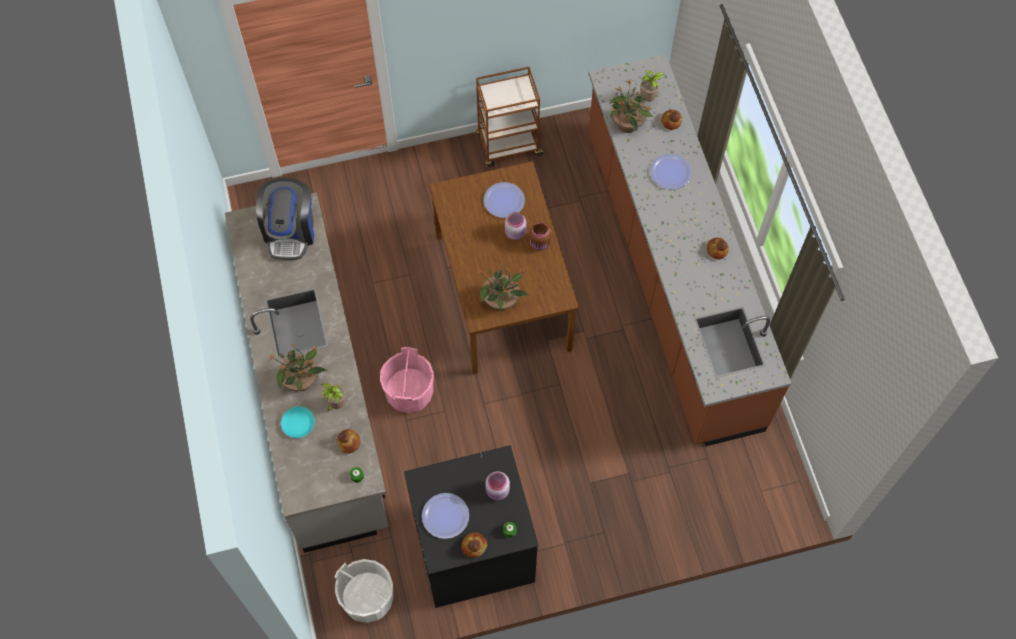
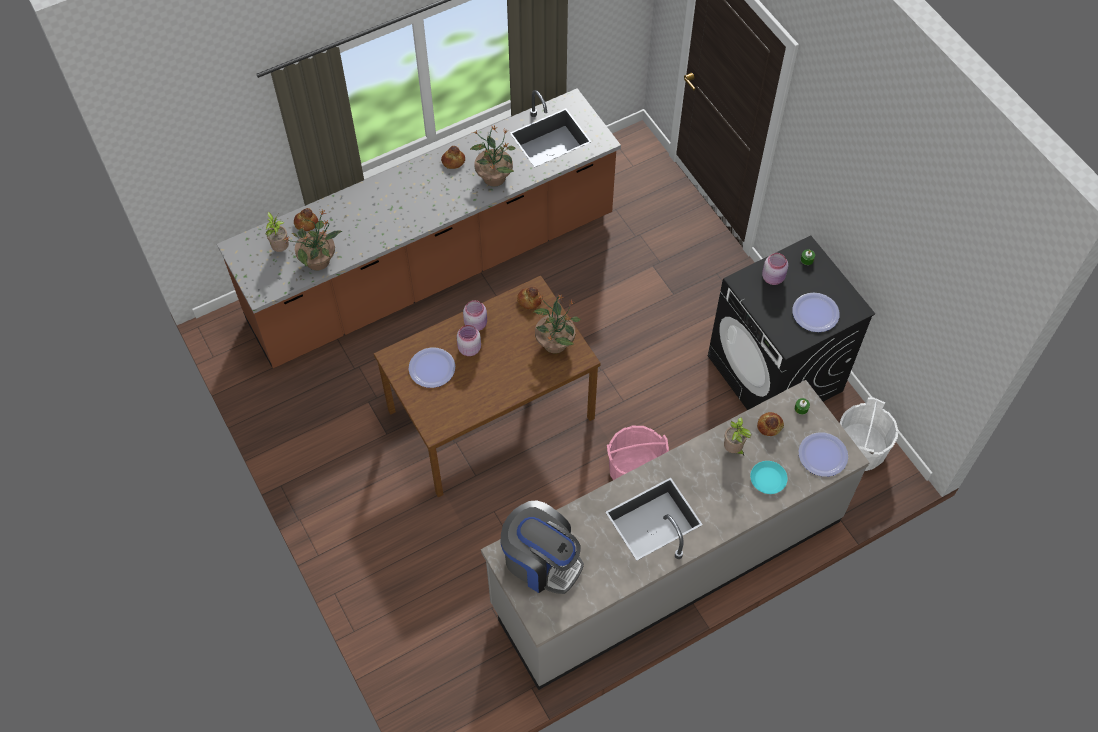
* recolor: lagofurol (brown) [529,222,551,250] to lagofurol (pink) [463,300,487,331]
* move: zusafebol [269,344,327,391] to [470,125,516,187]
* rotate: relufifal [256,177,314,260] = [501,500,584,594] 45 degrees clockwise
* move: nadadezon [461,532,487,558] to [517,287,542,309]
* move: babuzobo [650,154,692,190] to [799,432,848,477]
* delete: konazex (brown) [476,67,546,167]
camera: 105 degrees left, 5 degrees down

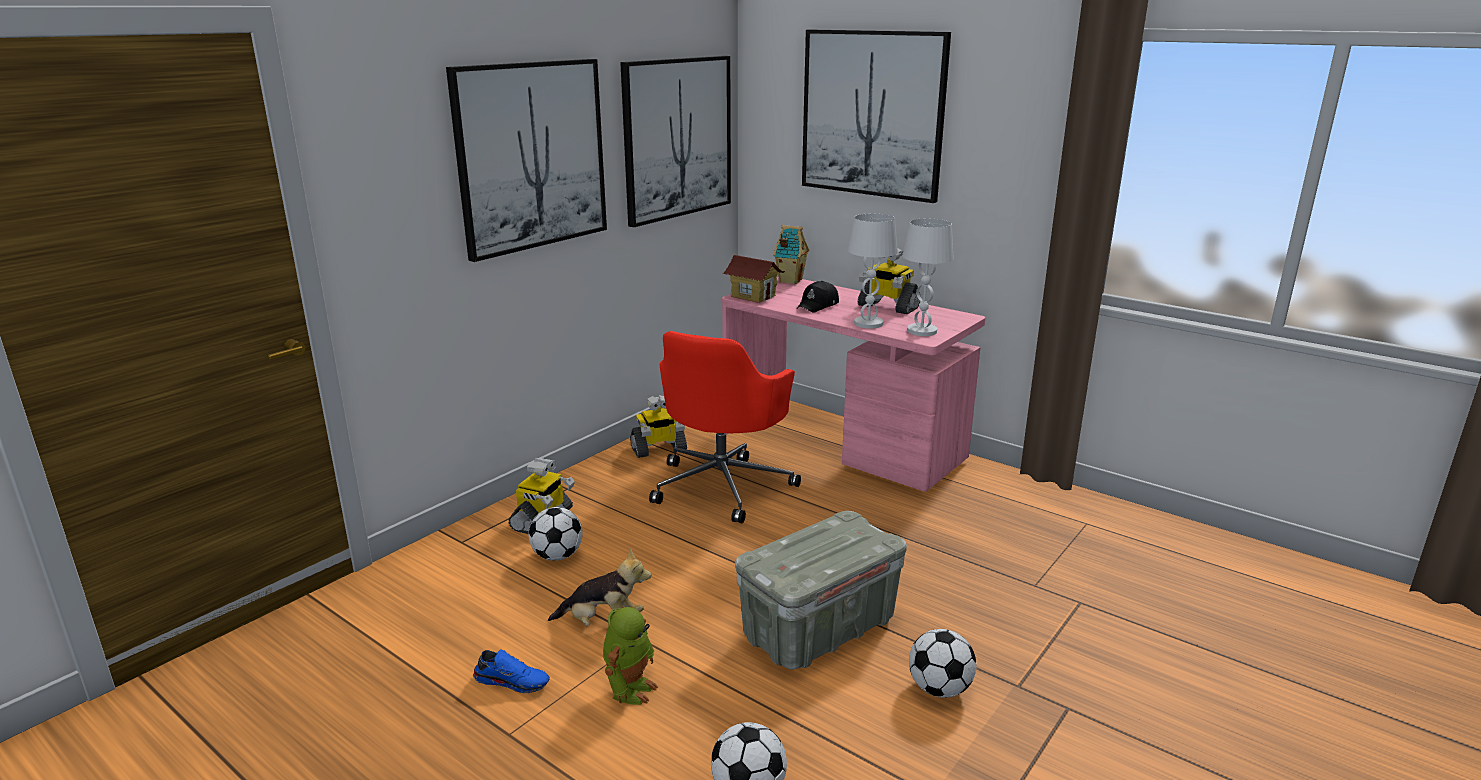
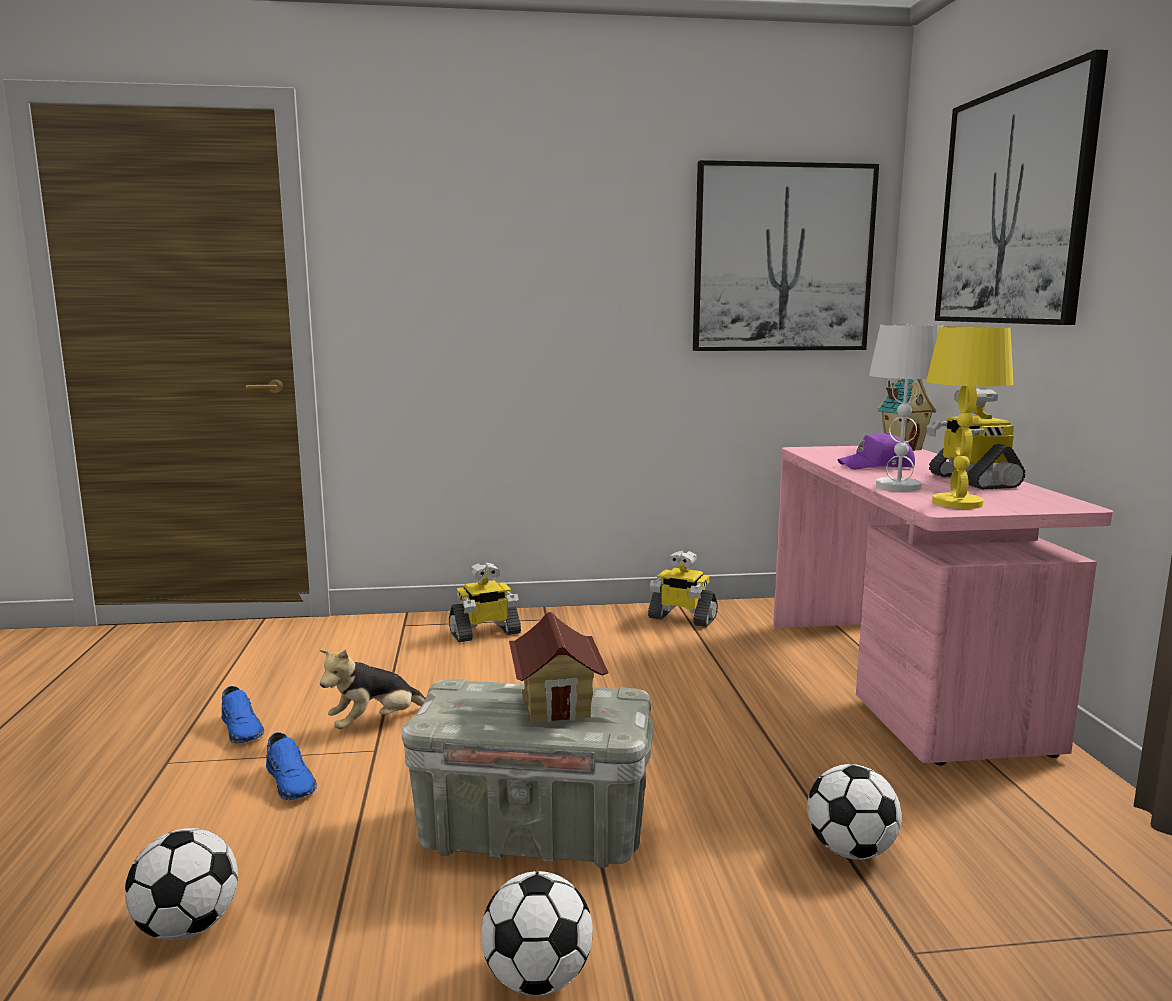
* replace: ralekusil [603,607,658,705] to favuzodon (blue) [266,732,317,800]
* rotate: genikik [548,548,651,626] = [320,650,426,729] 90 degrees clockwise
* move: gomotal [723,255,785,303] to [509,612,609,722]
* move: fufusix [529,507,583,561] to [808,764,901,860]
* recolor: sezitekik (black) [797,281,839,312] to sezitekik (purple) [838,433,915,470]
* recolor: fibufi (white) [902,219,954,336] to fibufi (yellow) [926,326,1013,509]
* delete: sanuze [446,59,607,262]
* delete: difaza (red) [649,331,801,524]
camera: 45 degrees right, 10 degrees down

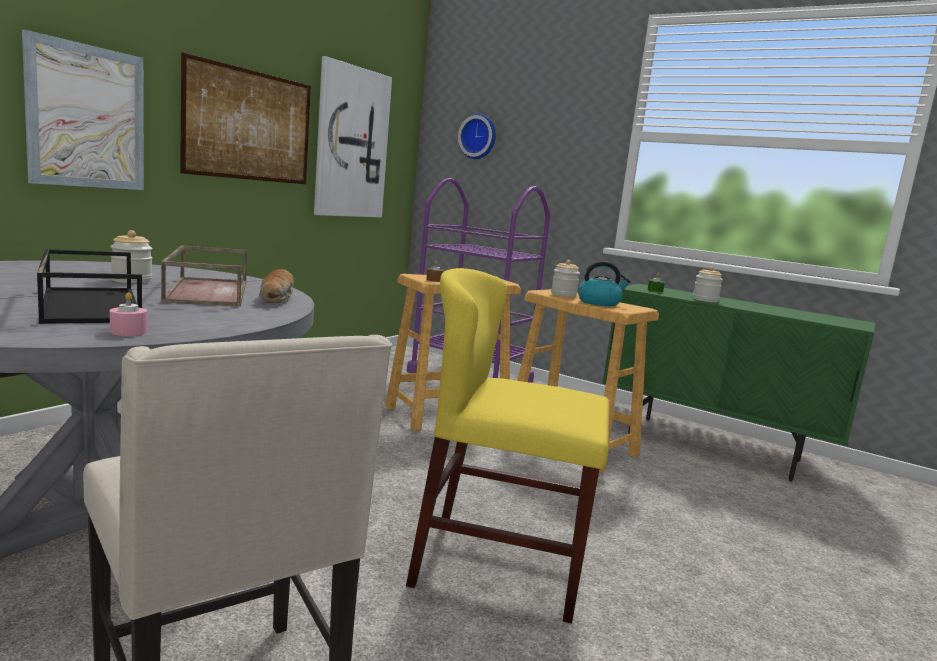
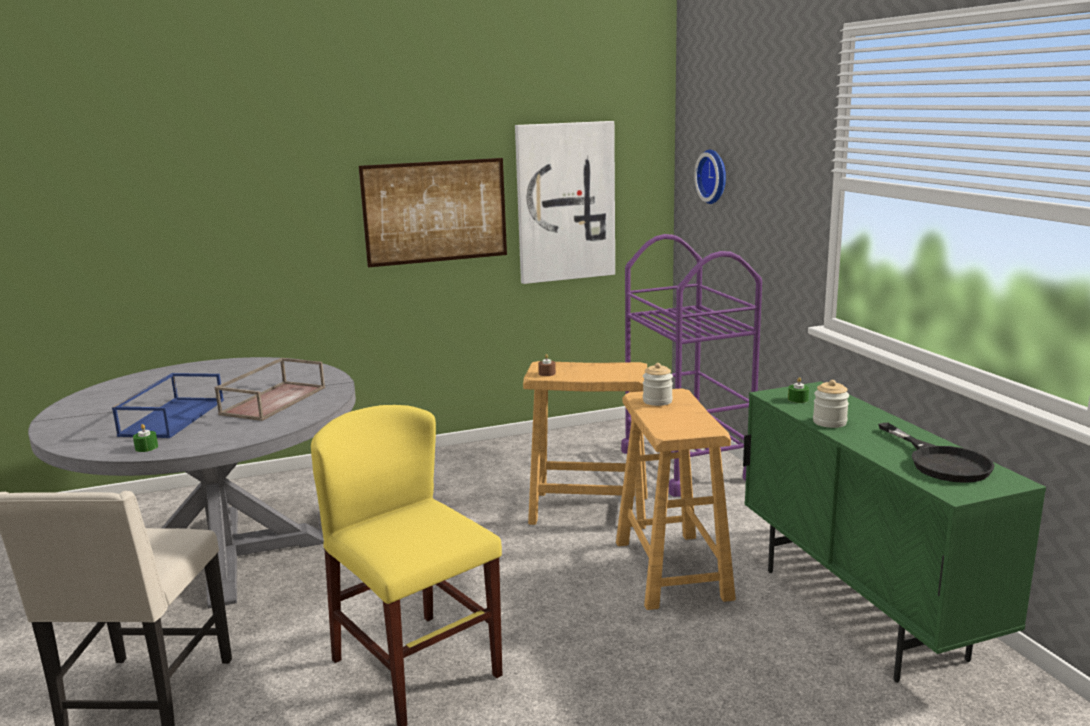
* recolor: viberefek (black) [37,249,142,324] to viberefek (blue) [112,373,224,438]
* recolor: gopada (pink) [110,292,147,336] to gopada (green) [133,424,158,452]
* insert: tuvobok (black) [878,423,995,483]
* delete: sanuze [22,30,144,190]
* delete: lagofurol [110,230,152,283]
* delete: nadadezon [259,269,294,303]
* delete: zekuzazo [578,261,631,306]
camera: 40 degrees right, 5 degrees up

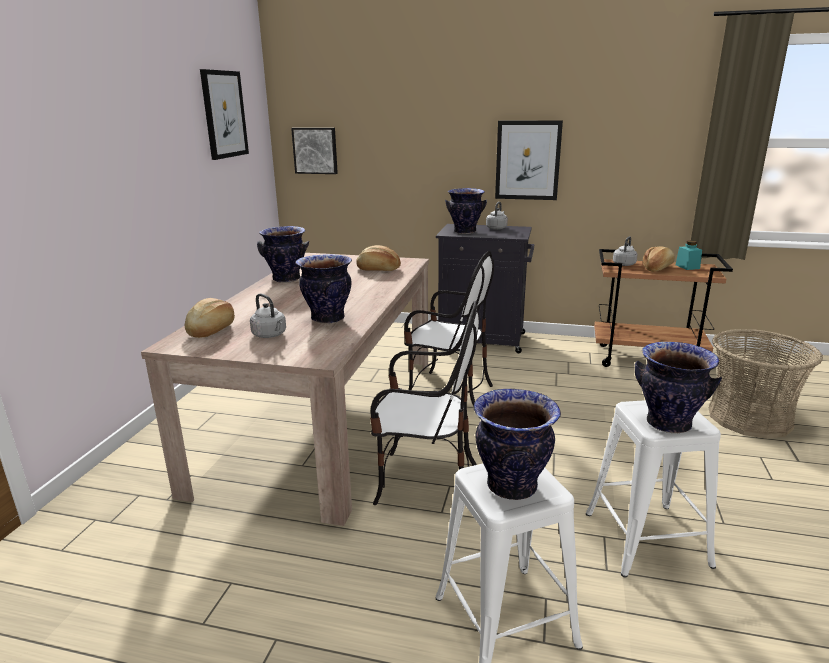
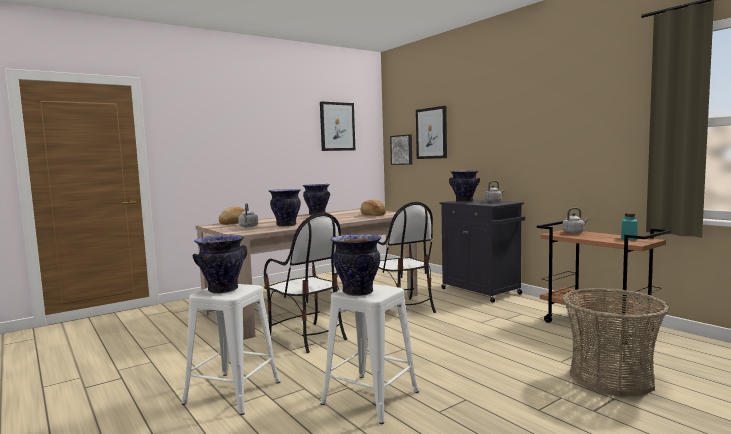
* move: sanuze [495,120,563,200] to [416,106,447,159]
* delete: nadadezon [643,246,675,272]
camera: 40 degrees right, 15 degrees down

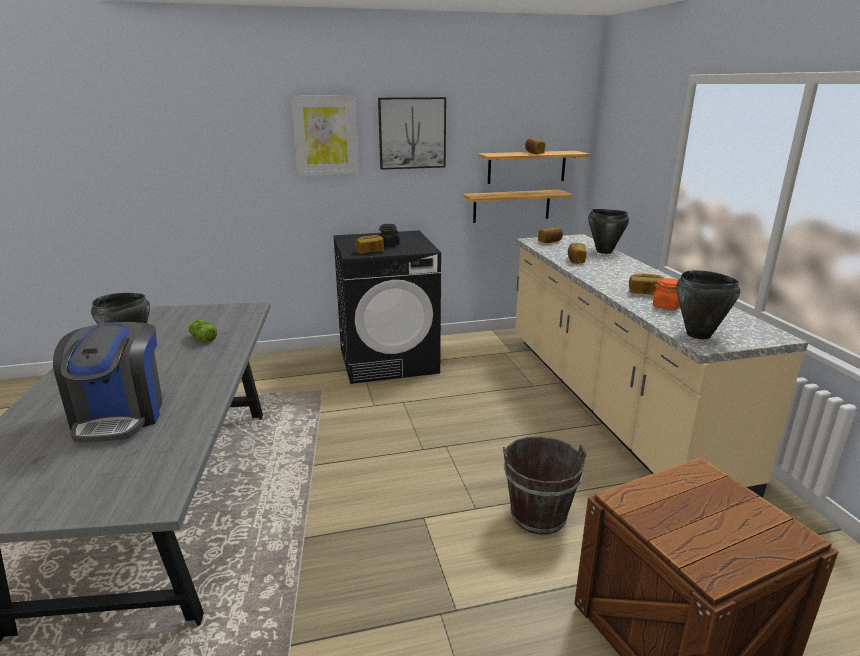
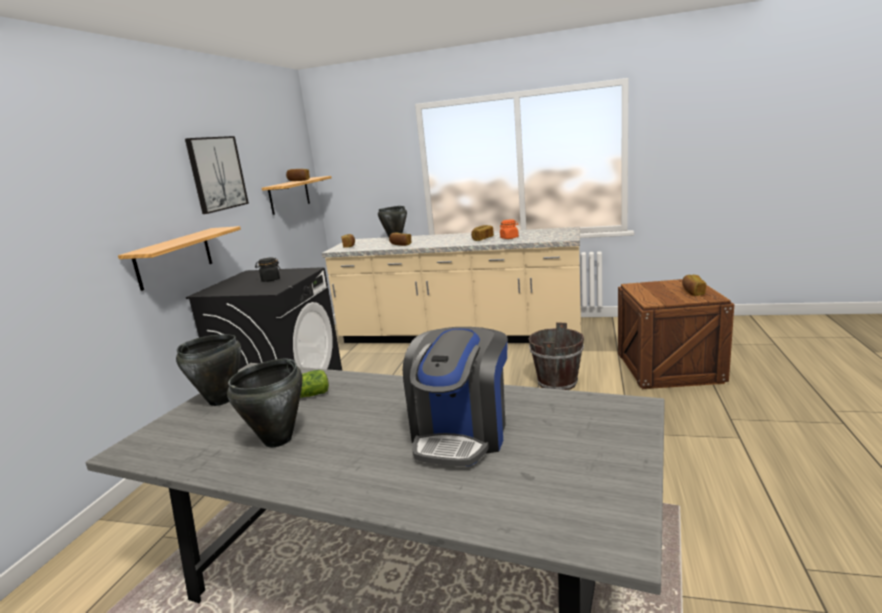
* move: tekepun [463,190,573,223] to [118,226,241,291]
* move: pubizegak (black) [676,270,740,339] to [176,334,241,406]
* rotate: relufifal [53,322,162,443] = [403,327,508,466] 90 degrees clockwise
* move: nadadezon [355,235,384,254] to [682,275,706,296]
* delete: sanuze [291,95,359,176]
camera: 60 degrees left, 5 degrees down

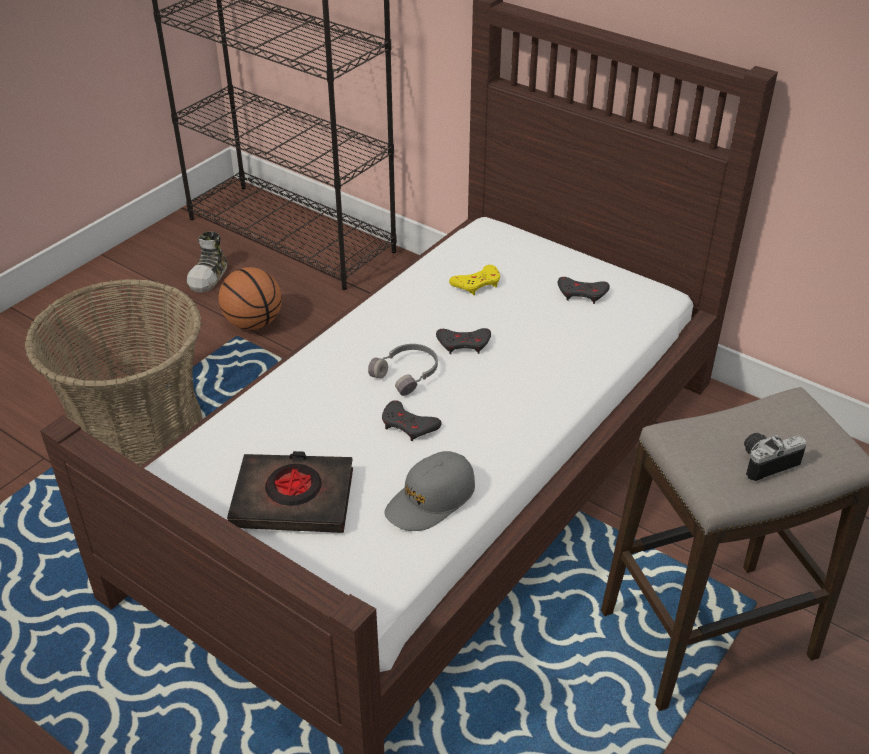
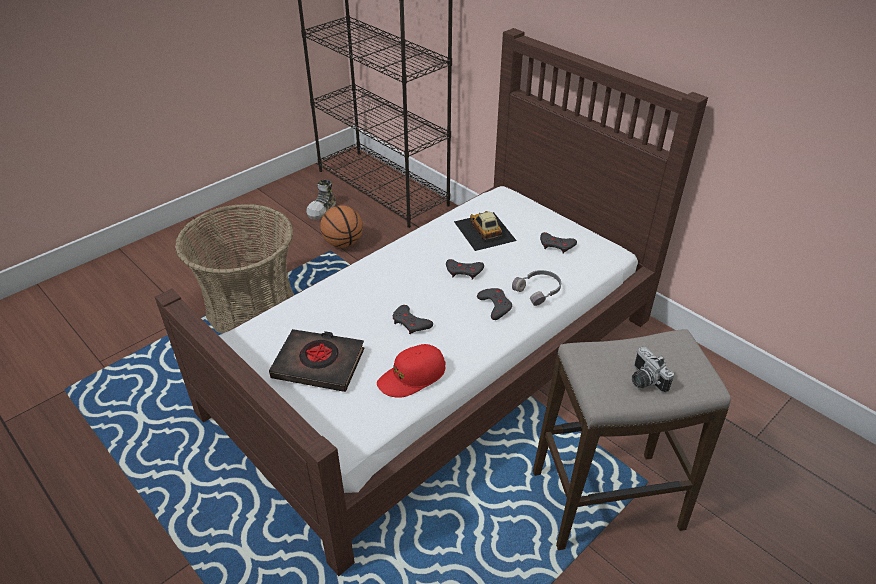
* recolor: sezitekik (grey) [384,451,475,531] to sezitekik (red) [377,344,446,398]
* replace: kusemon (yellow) [449,265,500,295] to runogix [454,211,517,251]
* insert: kusemon (grey) [477,288,512,320]
* move: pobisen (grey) [368,344,438,396] to [512,270,561,306]
* rotate: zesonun [744,433,806,482] = [632,347,674,393] 105 degrees counterclockwise
camera: 10 degrees right, 0 degrees up

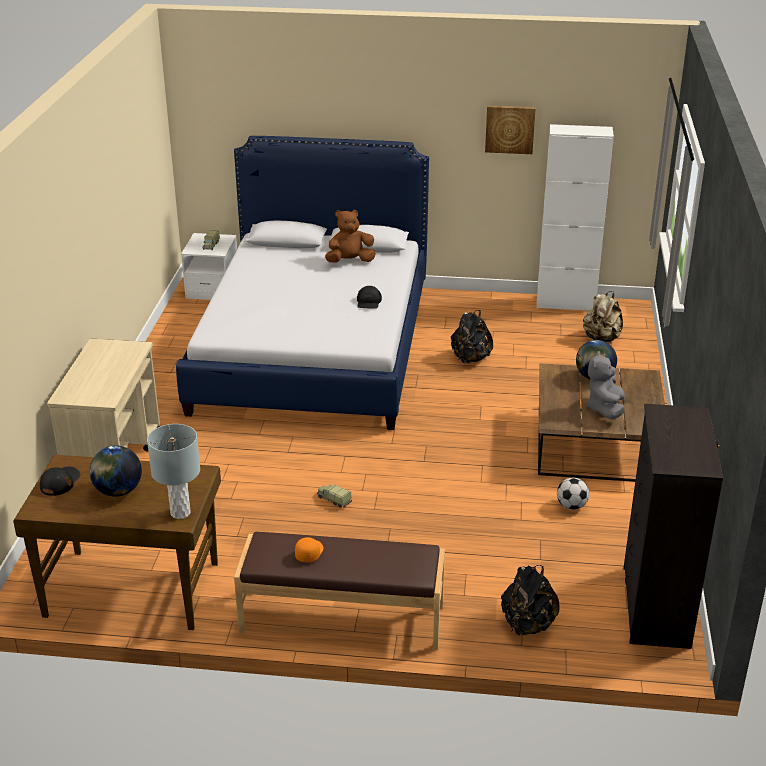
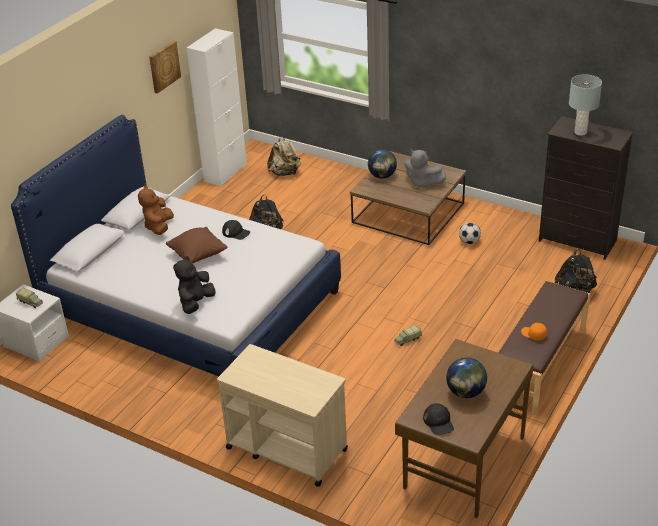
* insert: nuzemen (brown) [166,227,227,263]
* insert: genikik (black) [173,256,215,314]
* rotate: sezitekik (black) [40,466,80,496] = [423,403,454,435] 150 degrees counterclockwise
* move: fibufi (grey) [147,424,200,519] to [569,74,602,136]
camera: 65 degrees left, 5 degrees up

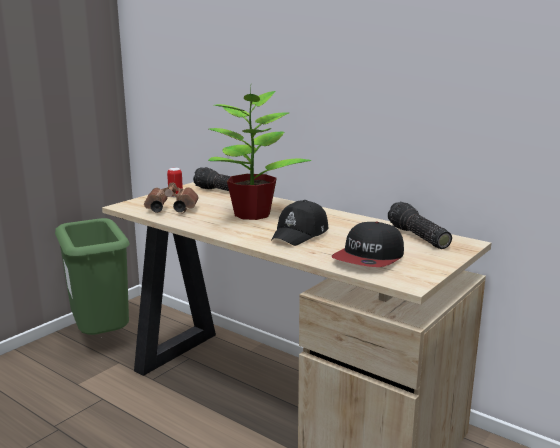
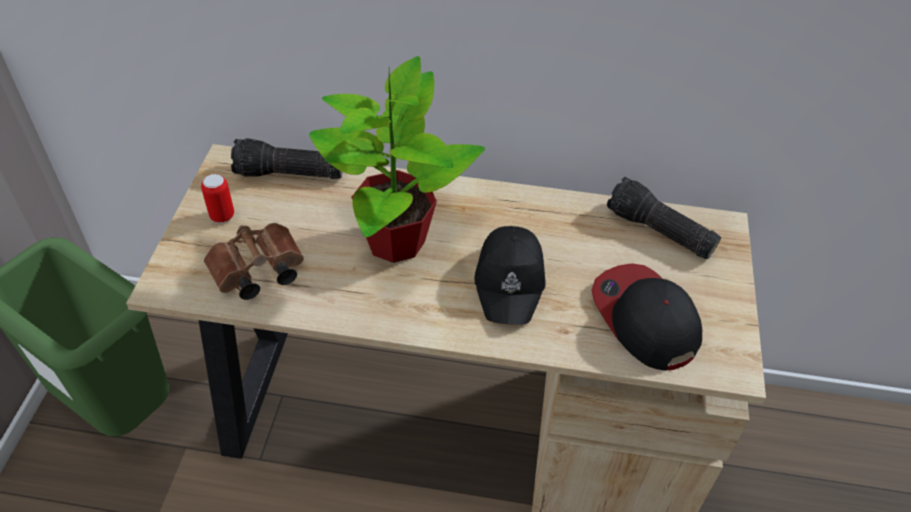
* rotate: sezitekik [332,222,404,267] = [592,263,702,371] 150 degrees clockwise
camera: 30 degrees left, 30 degrees up

